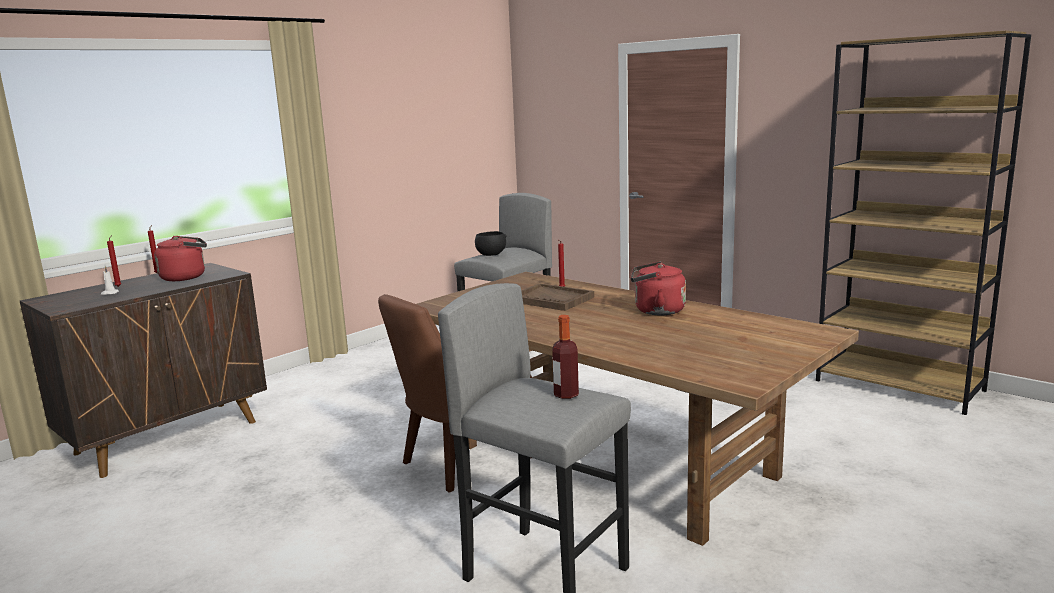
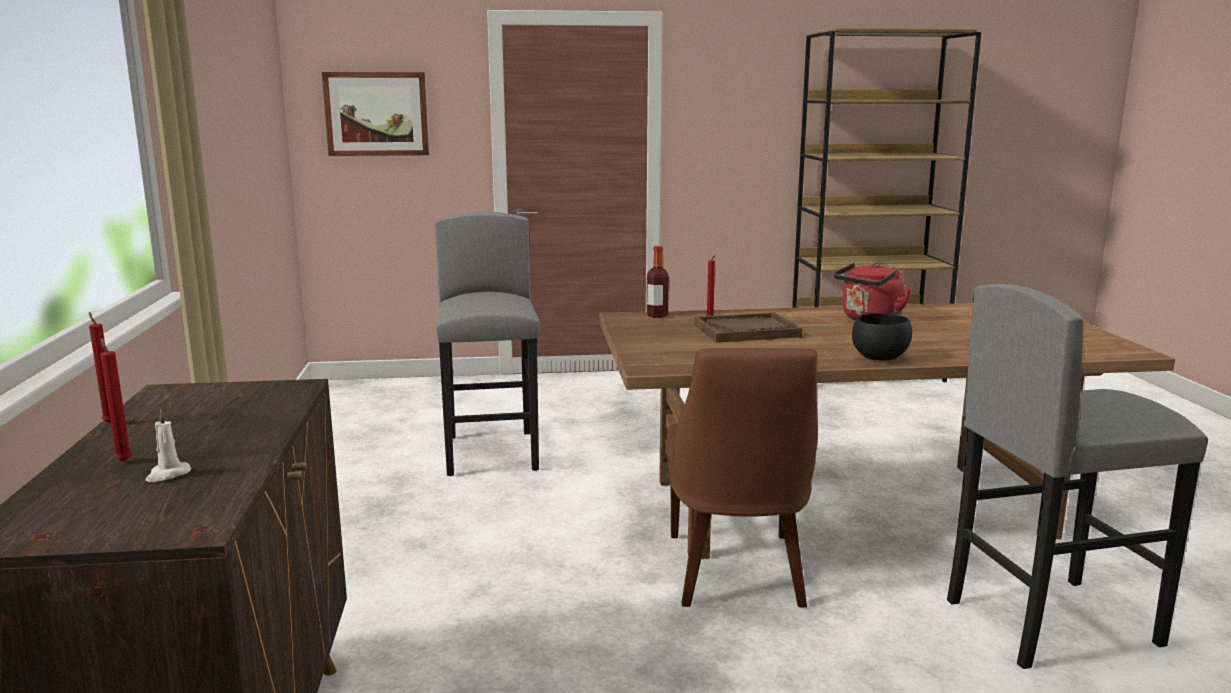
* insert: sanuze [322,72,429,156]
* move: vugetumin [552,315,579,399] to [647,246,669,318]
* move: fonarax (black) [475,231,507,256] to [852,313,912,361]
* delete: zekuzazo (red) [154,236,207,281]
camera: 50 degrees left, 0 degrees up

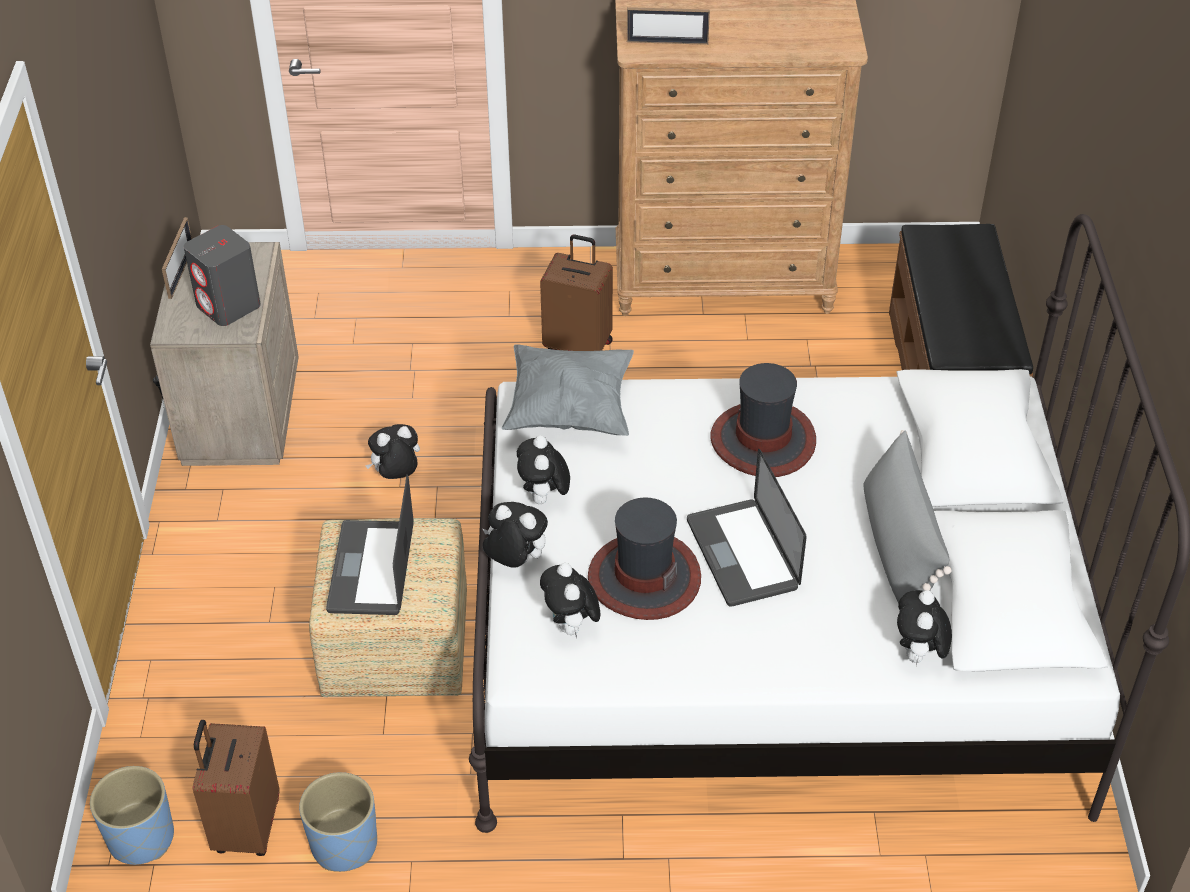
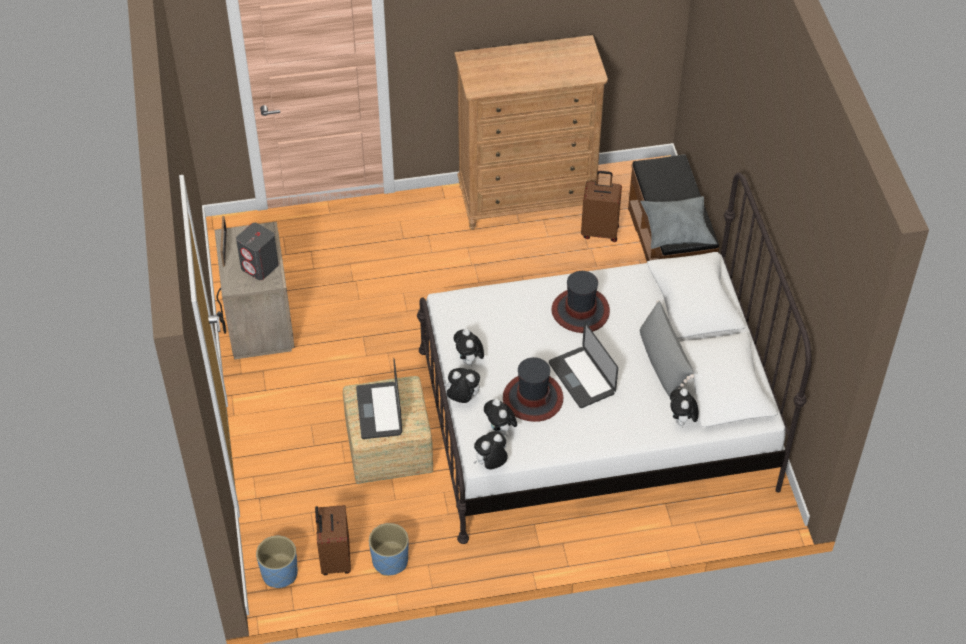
* move: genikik [365,424,420,479] to [473,431,508,470]
* move: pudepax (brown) [540,235,613,351] to [581,171,622,242]
* move: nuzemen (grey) [502,344,634,436] to [640,196,717,249]
* delete: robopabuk [627,7,710,45]
camera: 10 degrees left, 5 degrees up

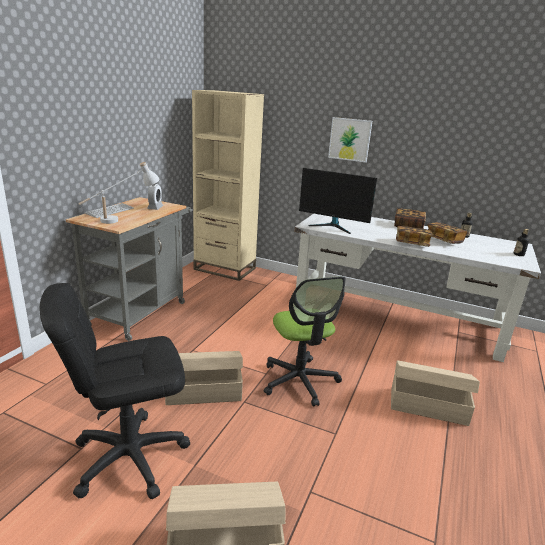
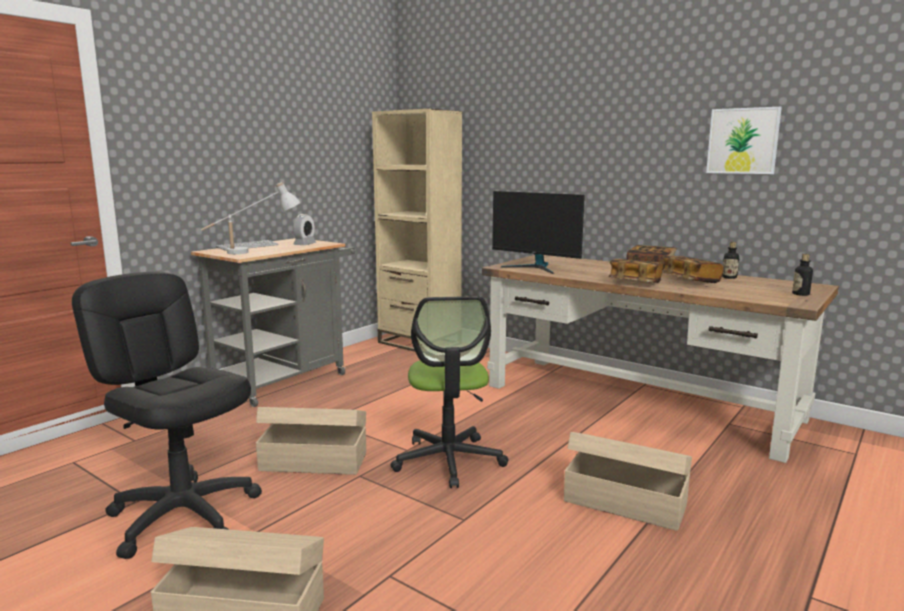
* rotate: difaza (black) [40,283,190,499] = [72,272,262,559] 45 degrees clockwise
* recolor: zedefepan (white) [295,214,541,362] to zedefepan (brown) [482,255,839,463]
* move: sanuze [328,117,372,163] to [706,107,782,174]
camera: 15 degrees right, 10 degrees down

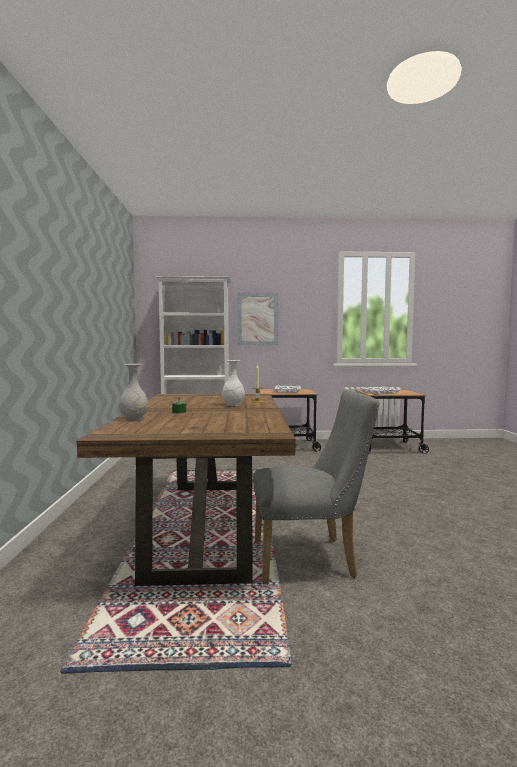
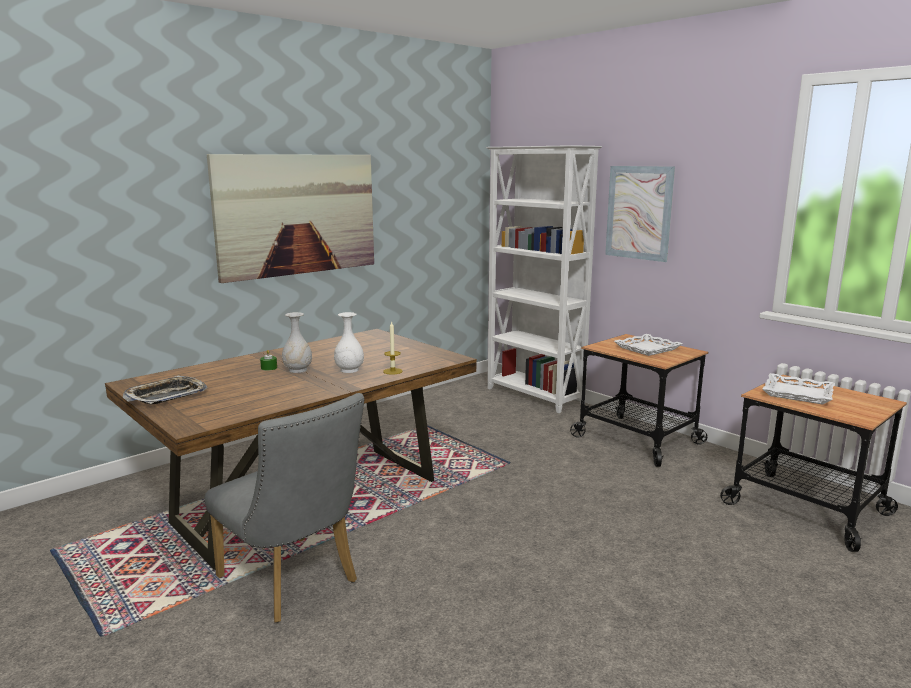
* insert: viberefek [123,376,208,404]
* insert: sanuze [207,154,374,283]
* move: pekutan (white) [119,364,149,421] to [282,312,312,373]
camera: 50 degrees right, 10 degrees up

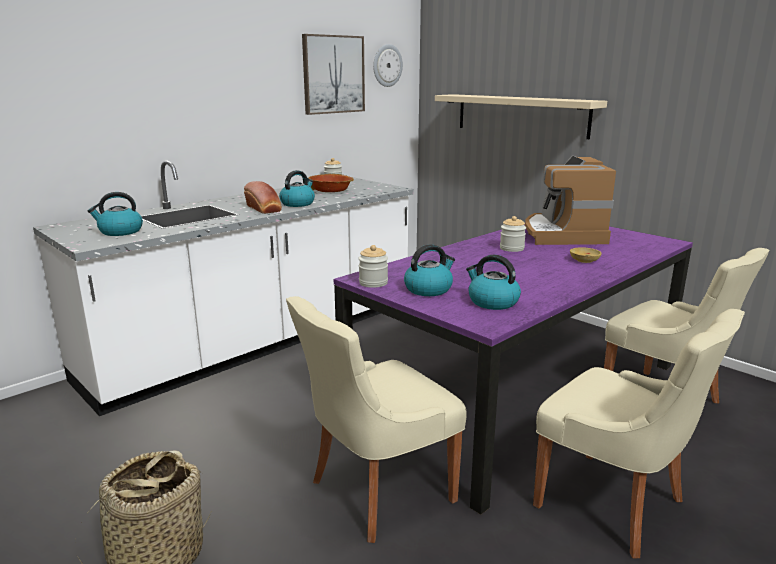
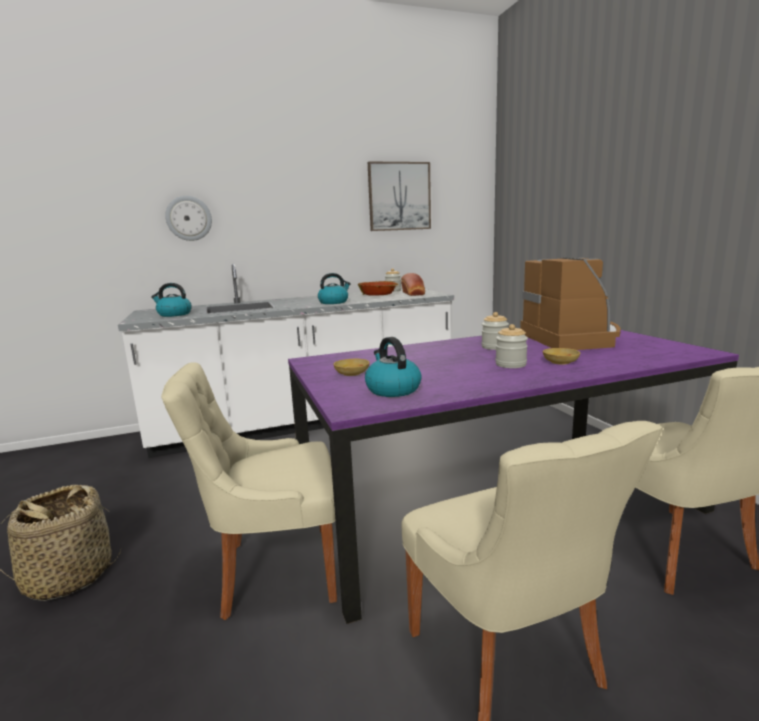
* move: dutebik [373,44,403,87] to [165,196,212,241]
* replace: zekuzazo [404,244,455,296] to fonarax (beige) [333,359,370,376]
* move: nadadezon [244,181,282,214] to [401,273,425,296]
* move: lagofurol [359,245,388,288] to [496,324,528,368]
* rotate: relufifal [525,156,616,245] = [520,257,621,350] 150 degrees clockwise
* delete: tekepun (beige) [435,94,607,139]
camera: 25 degrees right, 5 degrees down

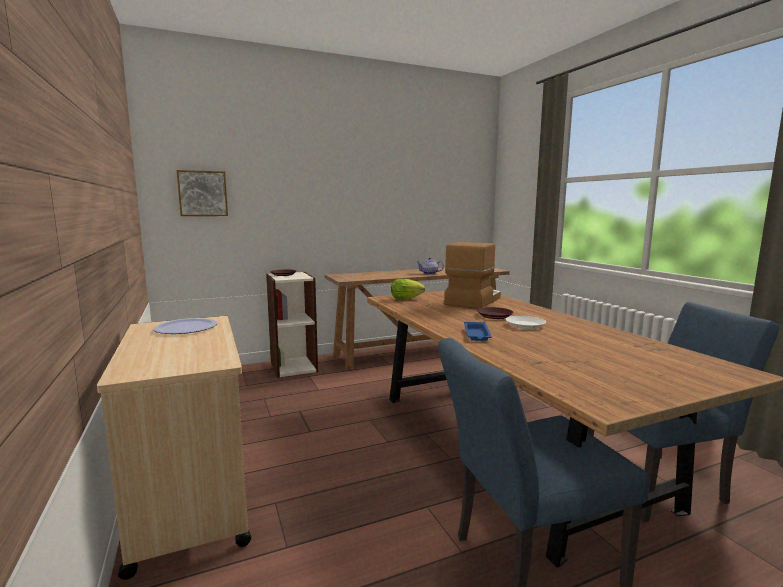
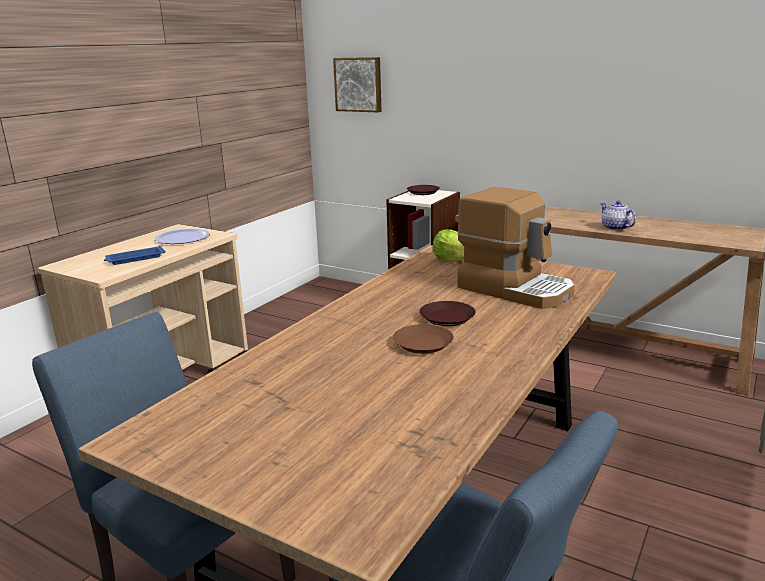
* move: viberefek (blue) [464,322,492,341] to [104,246,166,265]
* recolor: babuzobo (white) [506,316,546,329] to babuzobo (brown) [393,324,454,354]
* rotate: relufifal [444,242,501,309] = [457,187,575,309] 45 degrees clockwise
camera: 55 degrees right, 10 degrees up

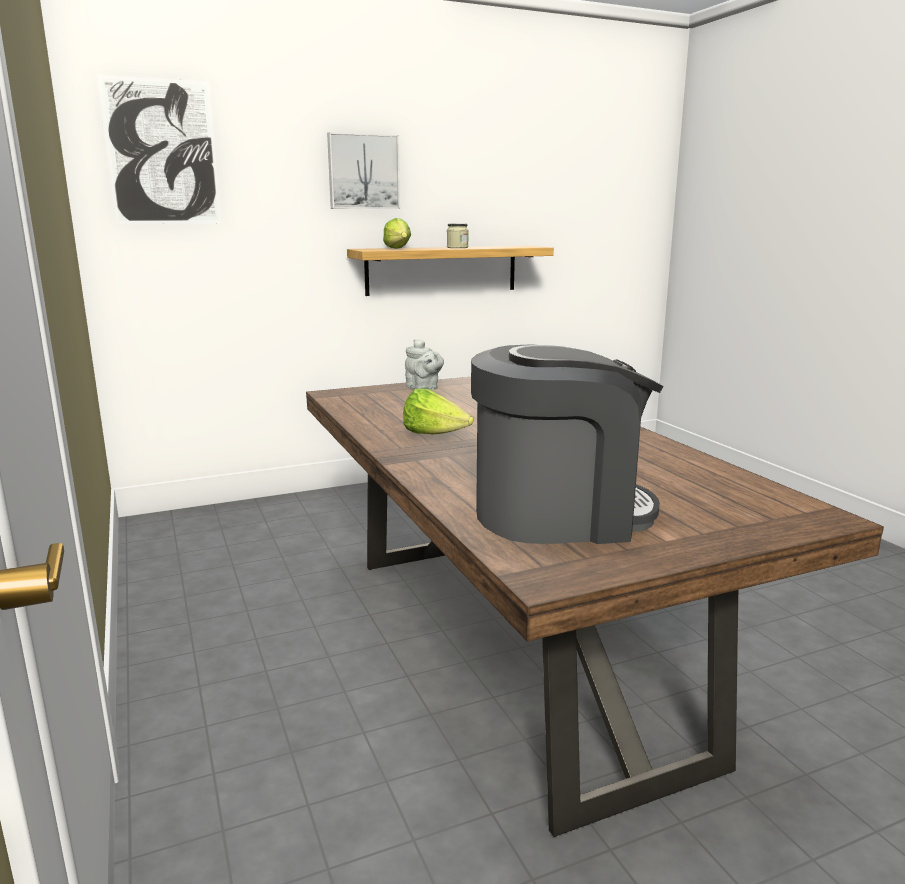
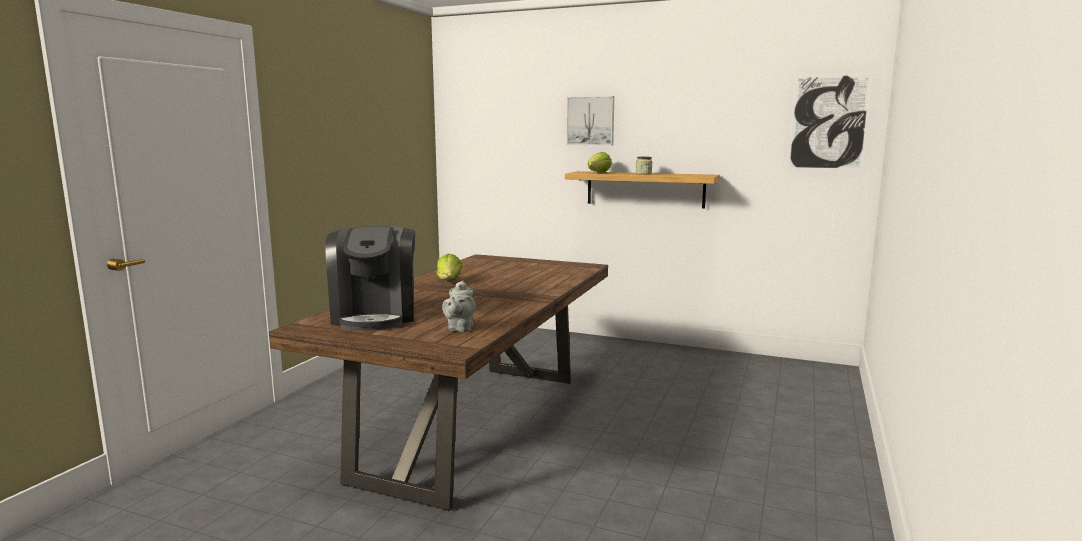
* rotate: relufifal [471,344,664,544] = [326,226,415,331] 45 degrees clockwise
* move: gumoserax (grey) [405,339,444,390] to [442,280,476,332]
* move: sanuze [97,75,221,224] to [787,72,873,171]
camera: 45 degrees right, 5 degrees down

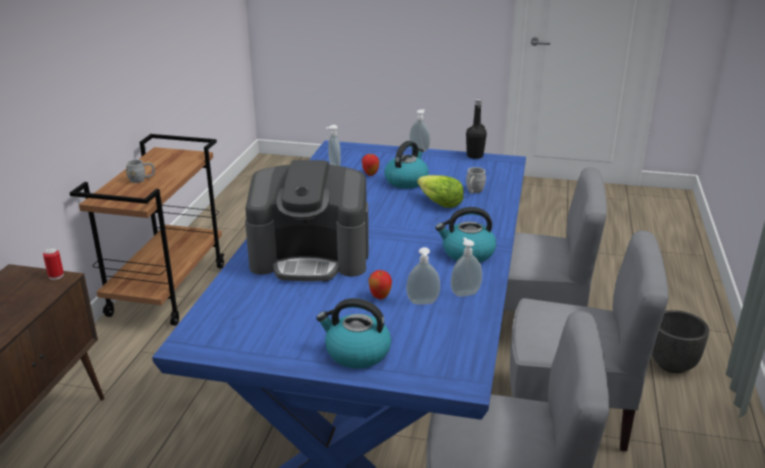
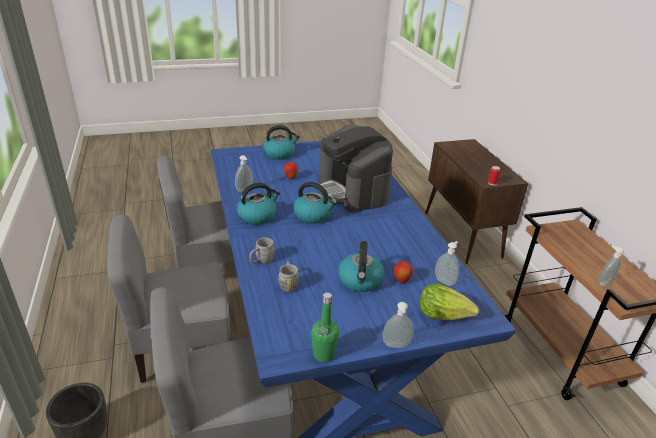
* move: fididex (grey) [126,159,155,183] to [250,238,275,264]
* insert: zekuzazo [293,182,337,224]
* recolor: vugetumin (black) [466,99,487,159] to vugetumin (green) [311,293,339,362]
* rotate: relufifal [245,160,369,281] = [318,125,393,212] 90 degrees counterclockwise
* move: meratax [417,175,464,208] to [420,283,479,320]
* move: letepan [407,247,440,305] to [599,245,624,286]
camera: 150 degrees right, 5 degrees up

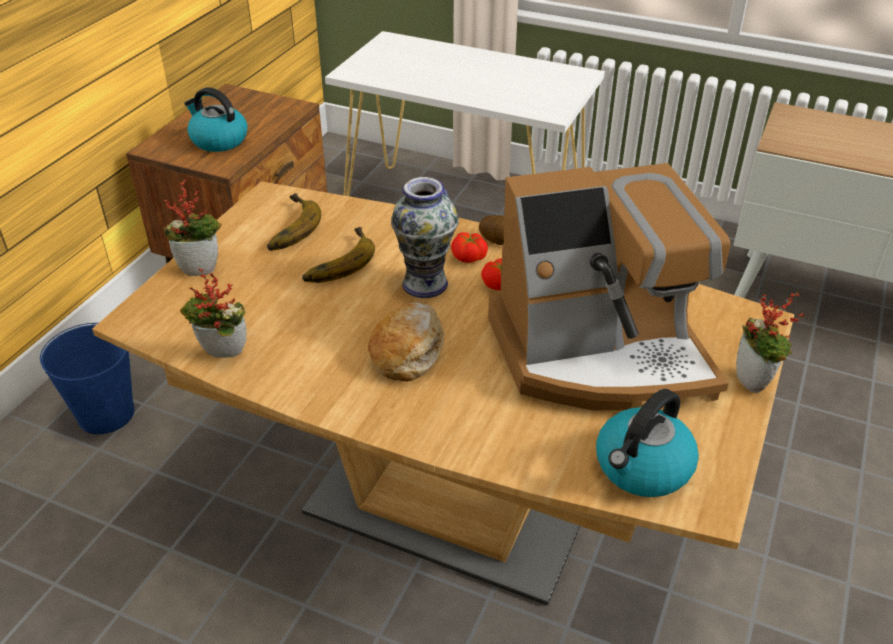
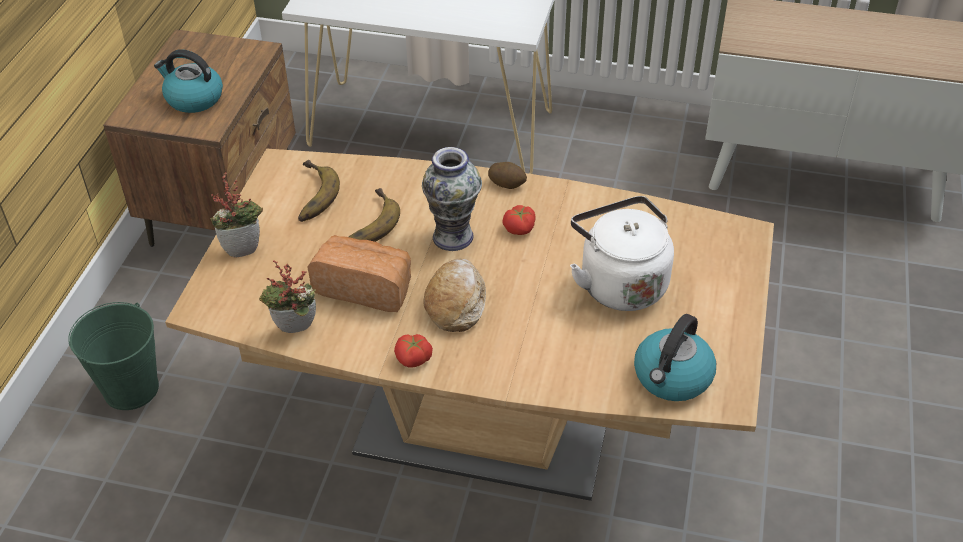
* recolor: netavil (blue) [40,323,135,434] to netavil (green) [68,302,159,410]
* insert: nadadezon [308,235,411,312]
* move: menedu [451,232,488,263] to [394,334,433,367]
* replace: relufifal [488,163,730,410] to zekuzazo (white) [570,196,674,311]
* delete: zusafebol [736,292,804,393]
camera: 10 degrees left, 5 degrees up

